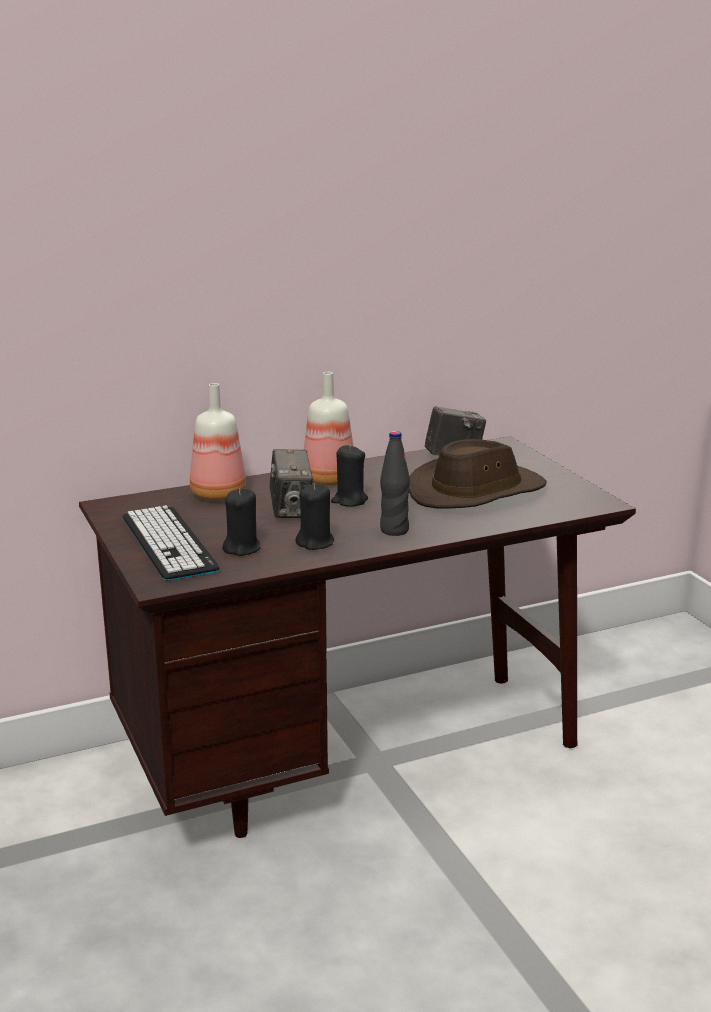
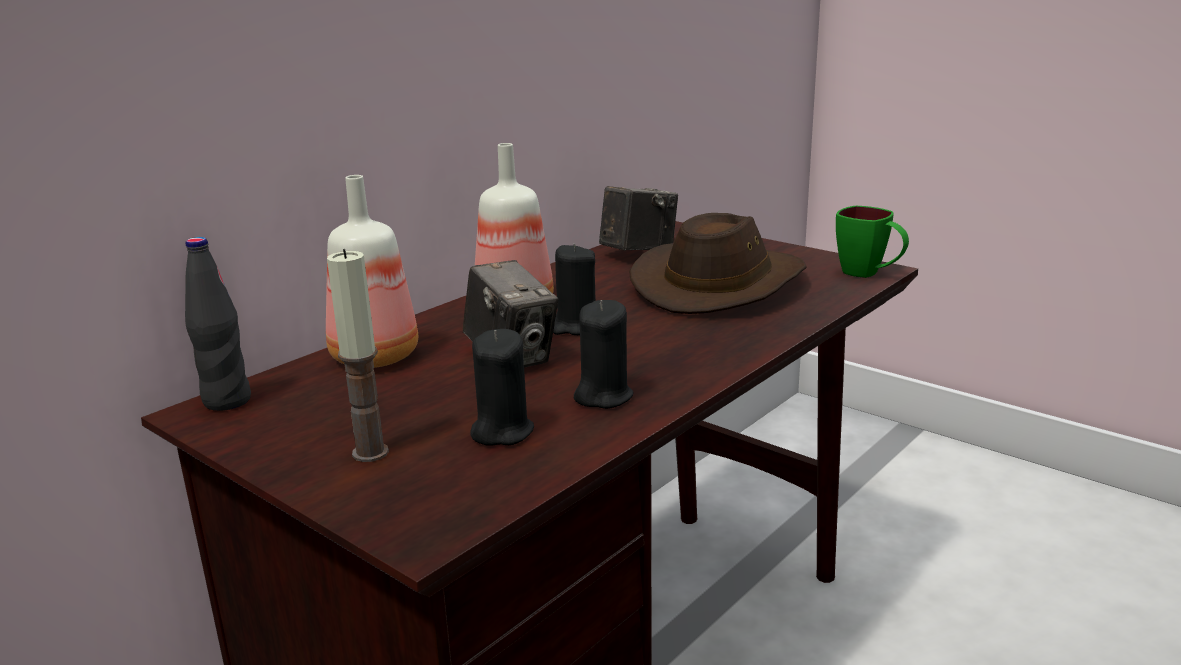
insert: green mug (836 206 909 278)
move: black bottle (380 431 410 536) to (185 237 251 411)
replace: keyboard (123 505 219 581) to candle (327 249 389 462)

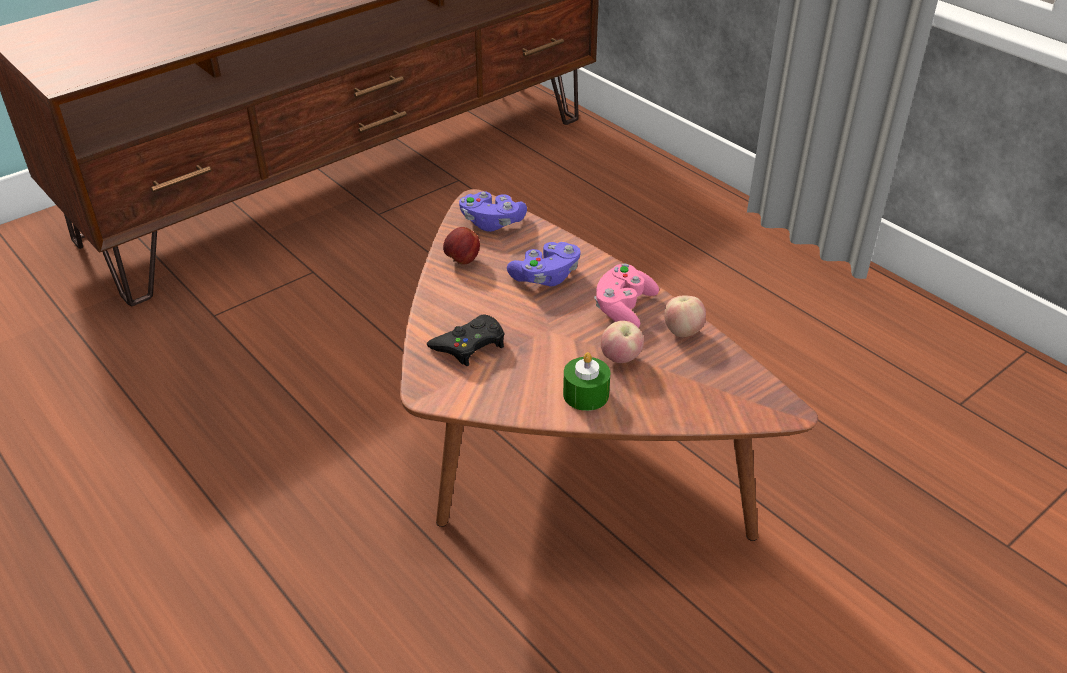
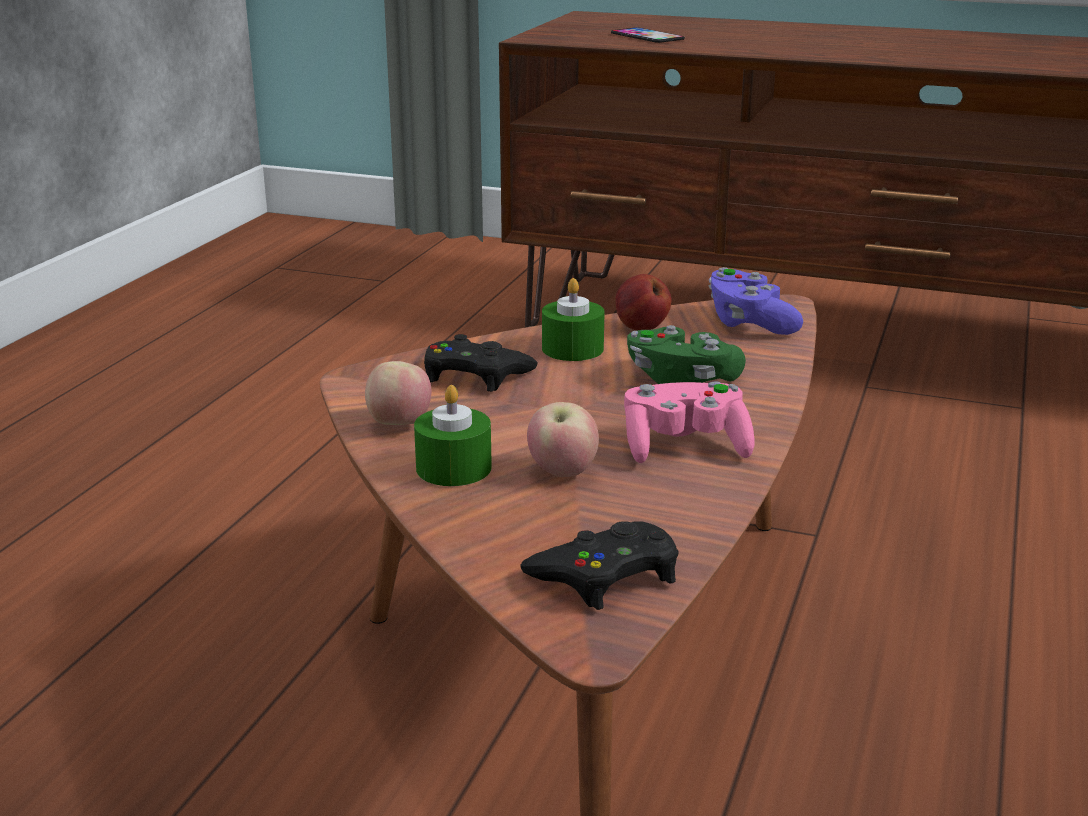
insert: phone (611 27 685 43); green candle (542 278 605 361); black game controller (520 521 678 610)
move: apple (664 295 706 337) to (365 361 431 425)
recolor: purple game controller (507 242 581 287) to green game controller (627 325 746 384)

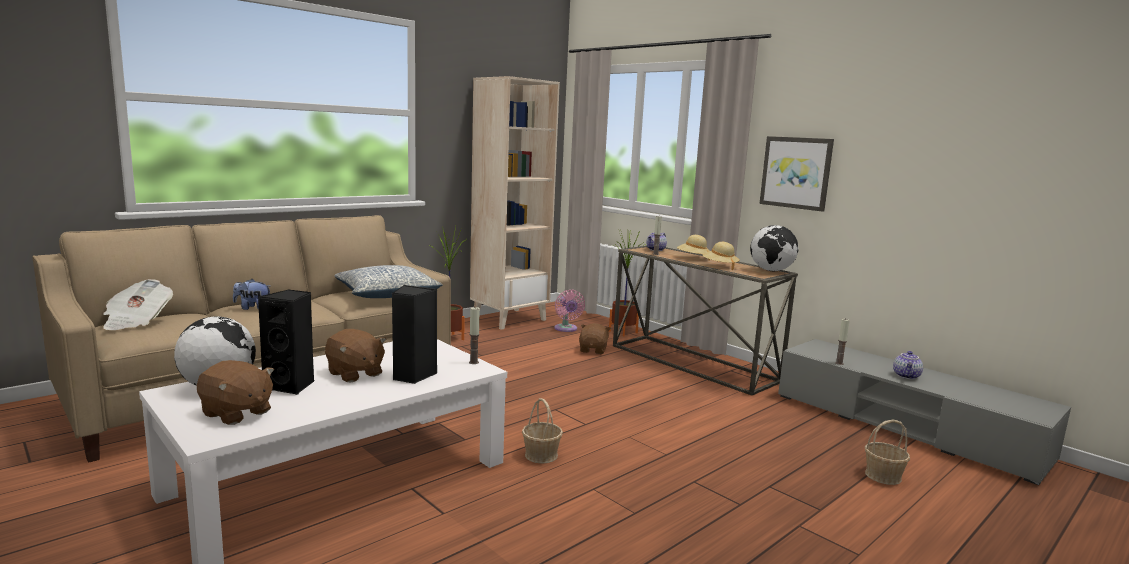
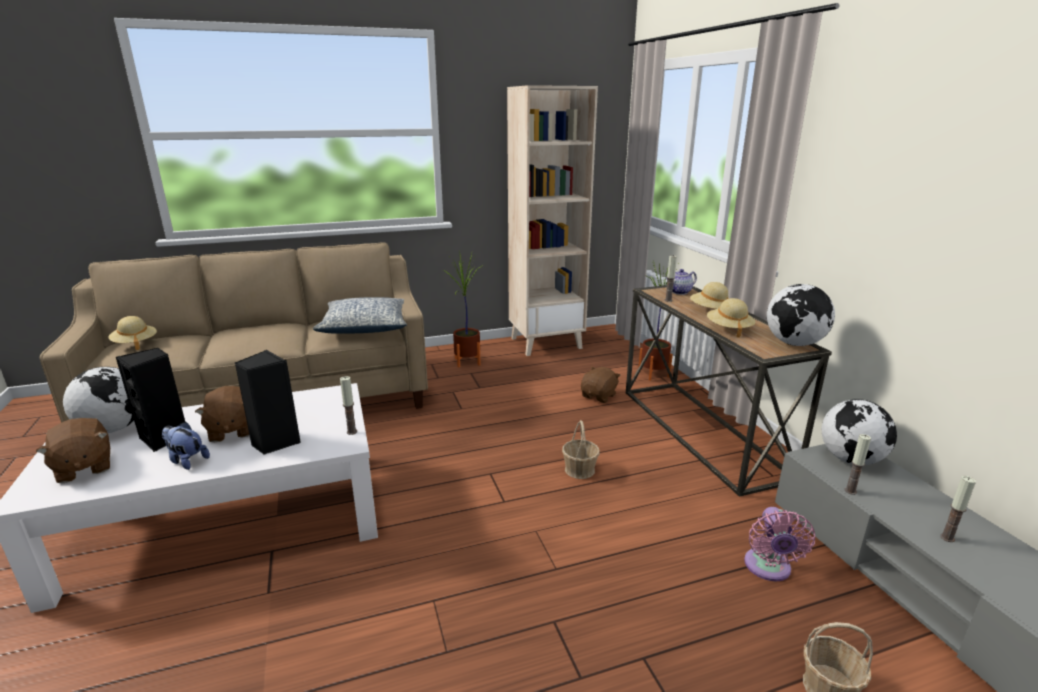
delete: picture (759 136 834 212)
insert: globe (821 399 897 465)
move: plush toy (233 279 270 310) to (162 422 210 470); pink fan (554 290 585 332) to (744 507 815 581); basket (522 398 563 464) to (562 420 600 479)
replace: newspaper (103 279 173 330) to beige hat (108 316 157 350); teapot (893 351 923 379) to candle (940 476 976 542)

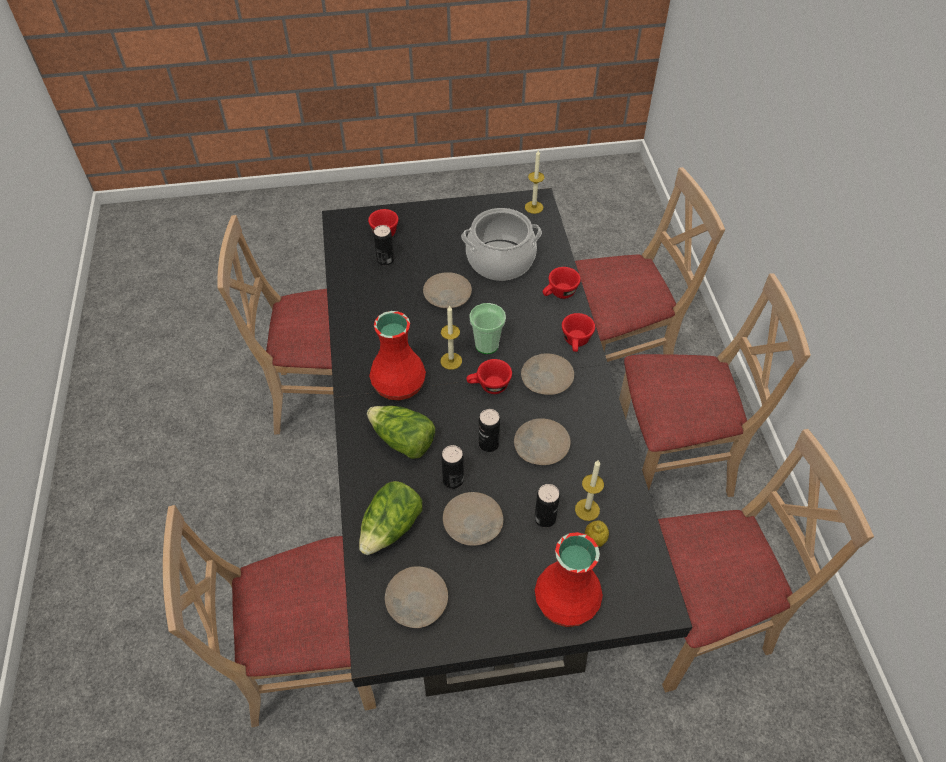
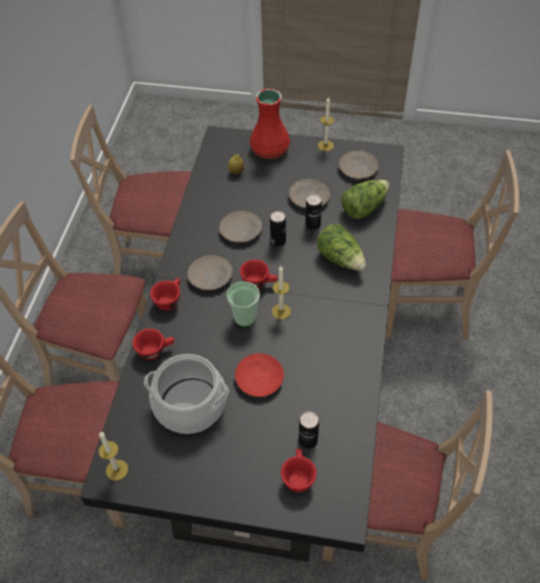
delete: red vase (369 311 426 400); can (534 484 560 528)
move: candle (575 460 604 521) to (318 96 334 151)
recolor: beige plate (423 272 472 308) to red plate (235 353 284 397)

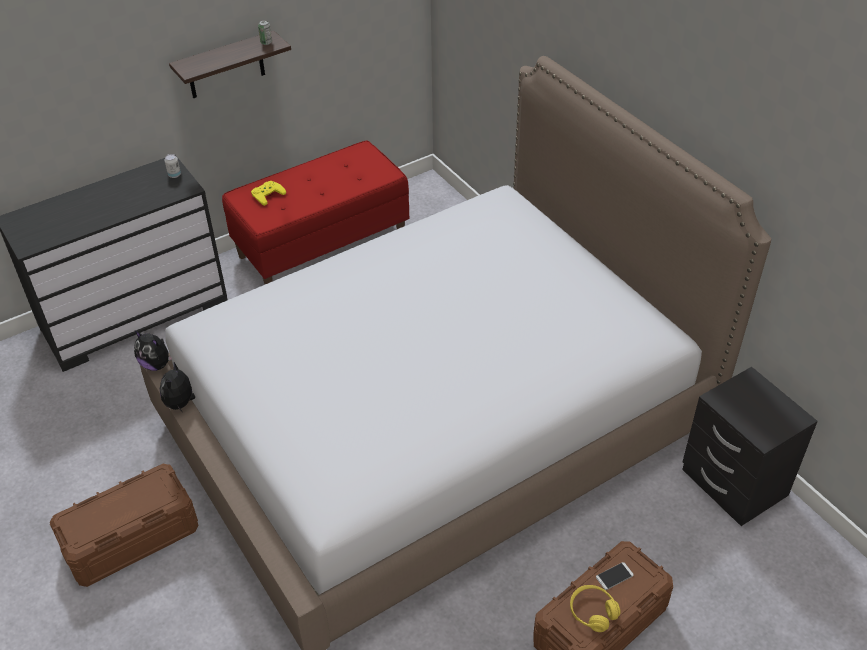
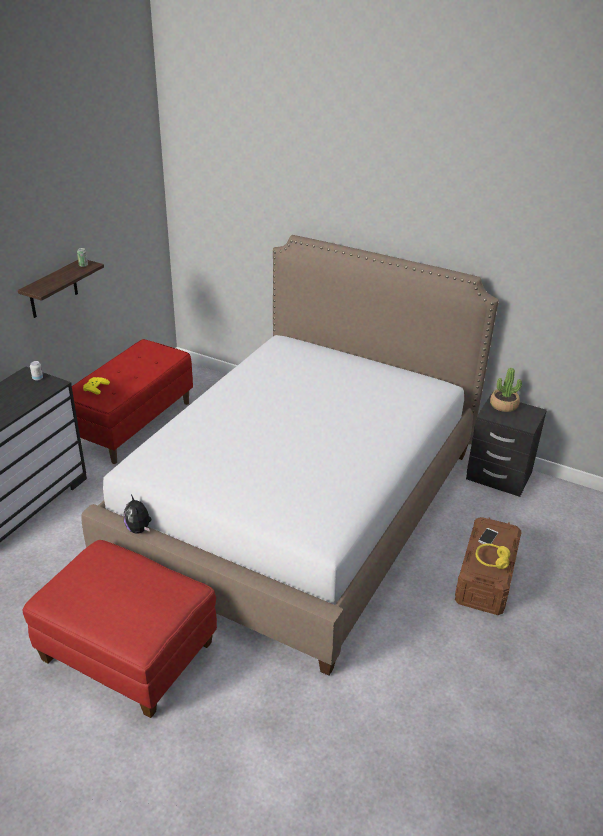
delete: plush toy (134 330 172 371)
insert: potted plant (490 368 522 412)
replace: brown storage box (50 464 198 587) to red ottoman (23 540 217 718)

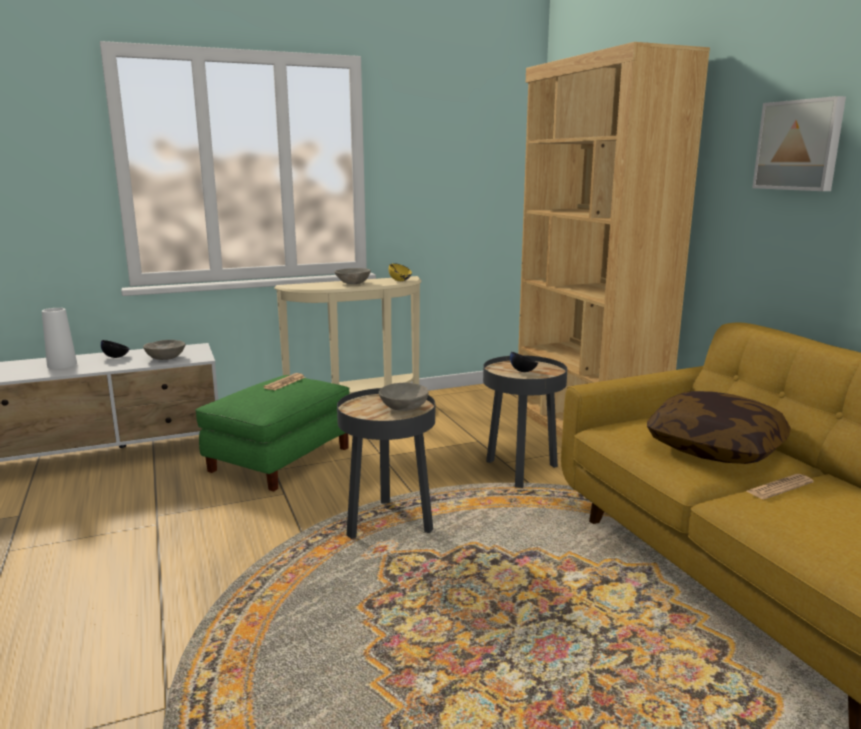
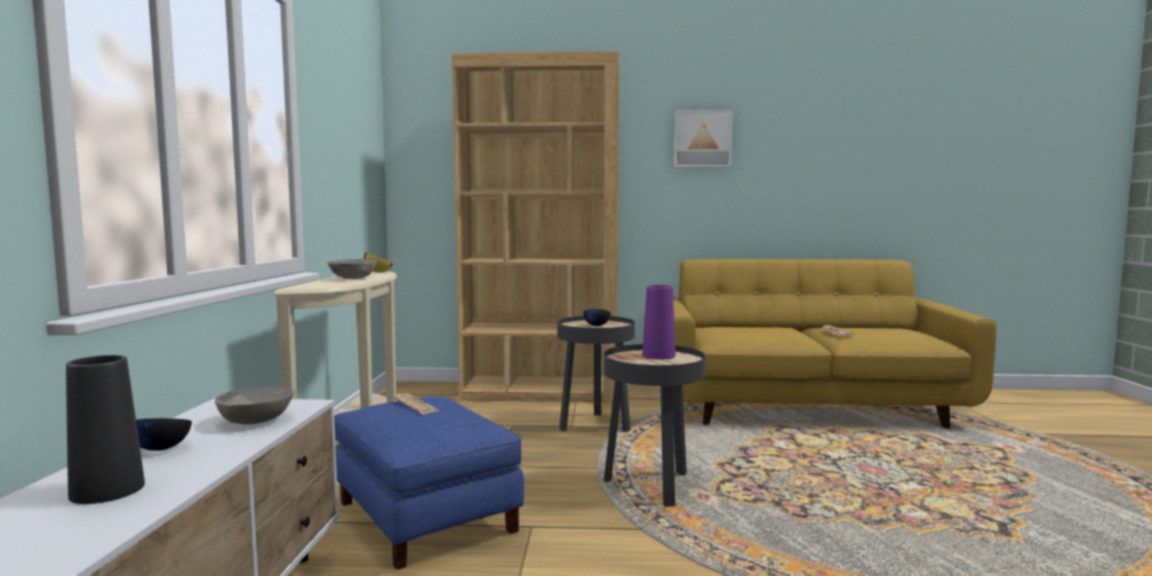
delete: pillow (647 391 791 464)
replace: grey bowl (379 383 429 411) to purple vase (642 285 675 359)
recolor: white vase (42 308 77 369) to black vase (66 355 145 504); green ottoman (195 375 349 491) to blue ottoman (334 396 524 570)

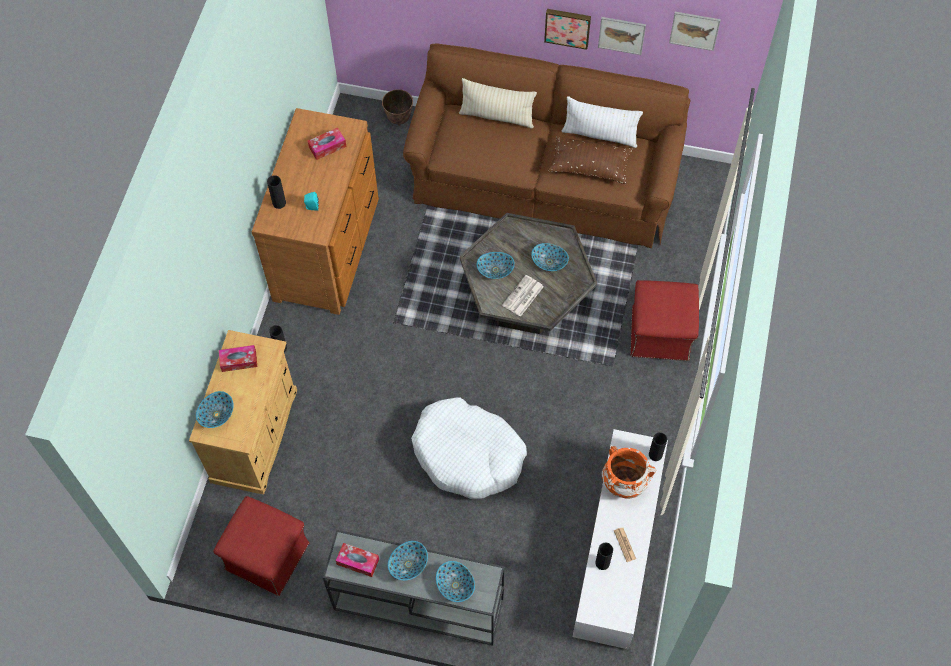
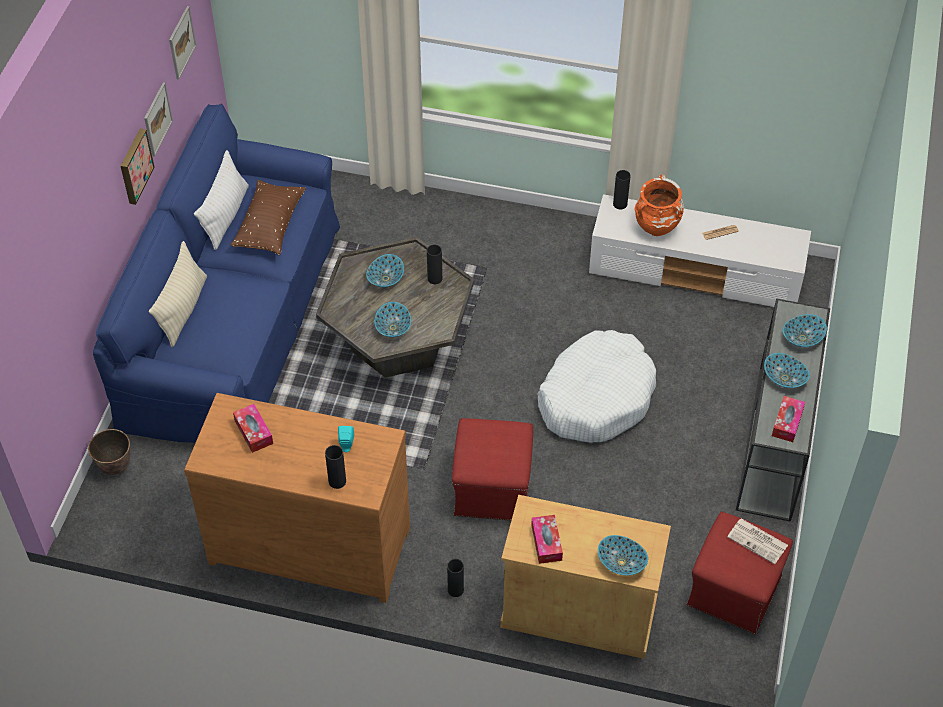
move: newspaper (502 275 544 317) to (727 518 788 564); red ottoman (630 280 699 361) to (452 418 533 521); black vase (596 543 613 570) to (427 245 442 284)
recolor: brown sofa (403 44 691 248) to blue sofa (93 104 340 443)

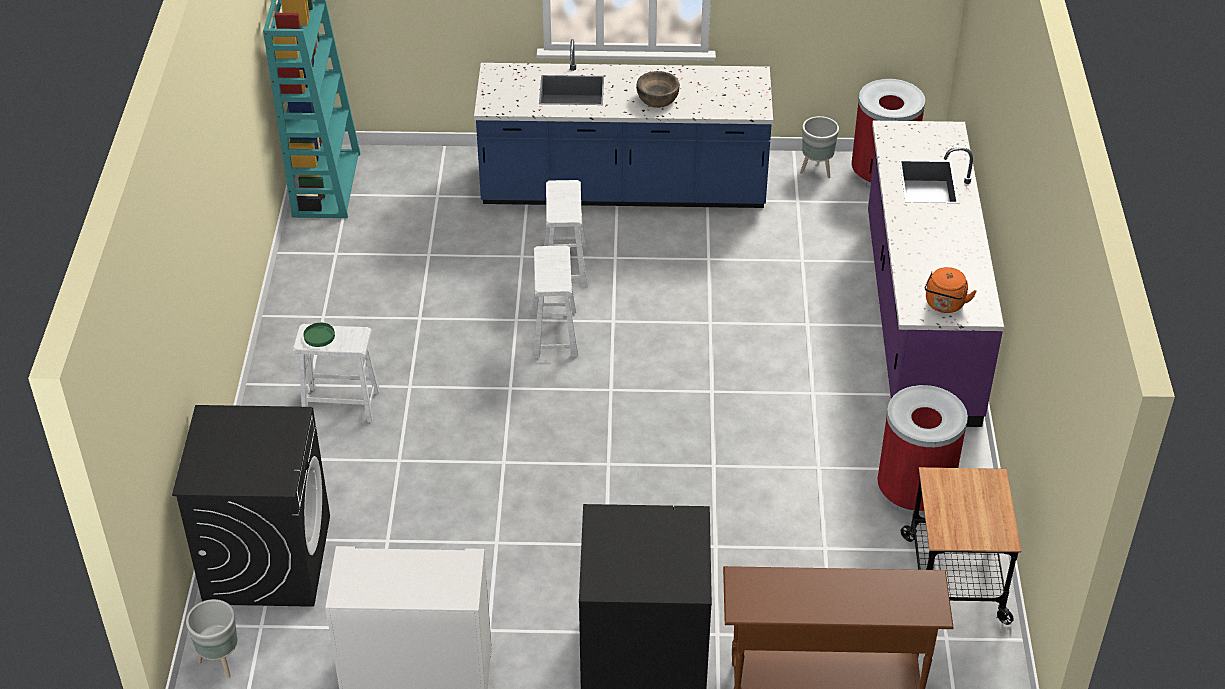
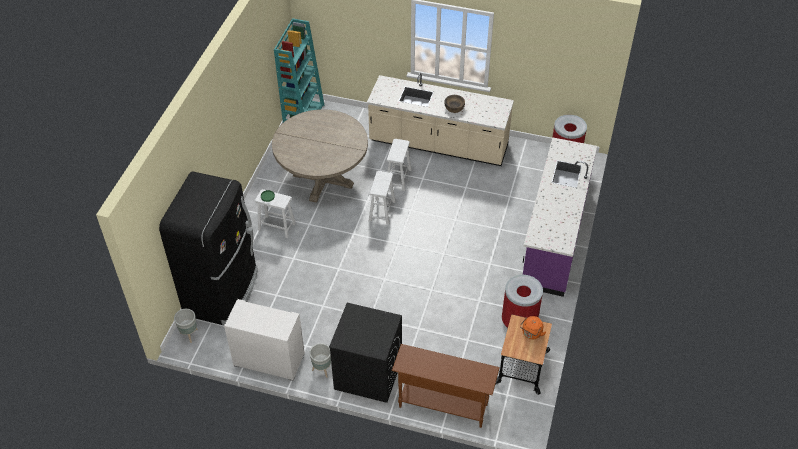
insert: beige dining table (272 109 368 203)
move: grey planter (800 116 839 178) to (309 343 331 378); orange kettle (925 267 977 313) to (520 316 546 339)
replace: black washing machine (172 405 330 607) to black fridge (159 172 258 325)
recolor: blue counter (474 39 773 208) to beige counter (367 73 514 166)

